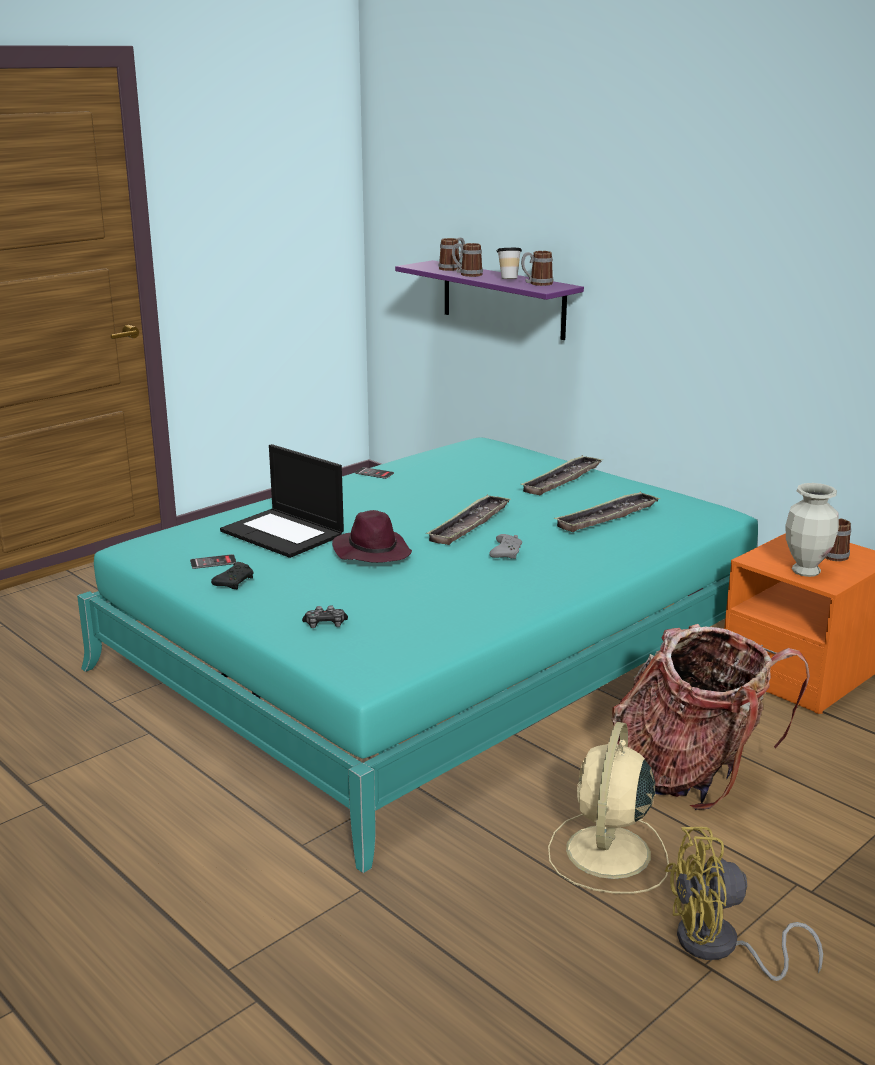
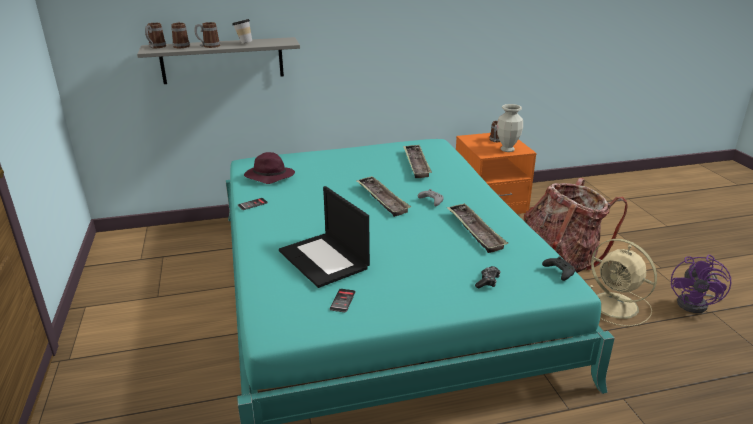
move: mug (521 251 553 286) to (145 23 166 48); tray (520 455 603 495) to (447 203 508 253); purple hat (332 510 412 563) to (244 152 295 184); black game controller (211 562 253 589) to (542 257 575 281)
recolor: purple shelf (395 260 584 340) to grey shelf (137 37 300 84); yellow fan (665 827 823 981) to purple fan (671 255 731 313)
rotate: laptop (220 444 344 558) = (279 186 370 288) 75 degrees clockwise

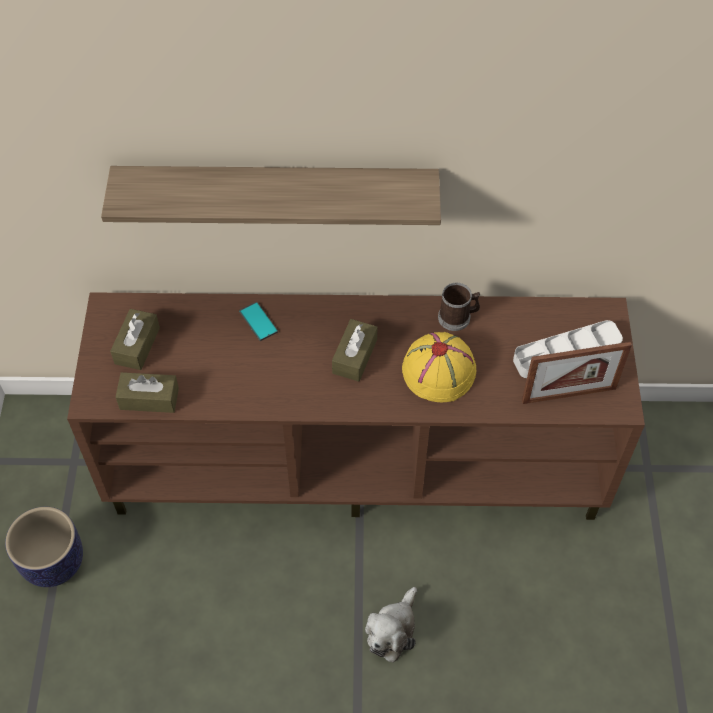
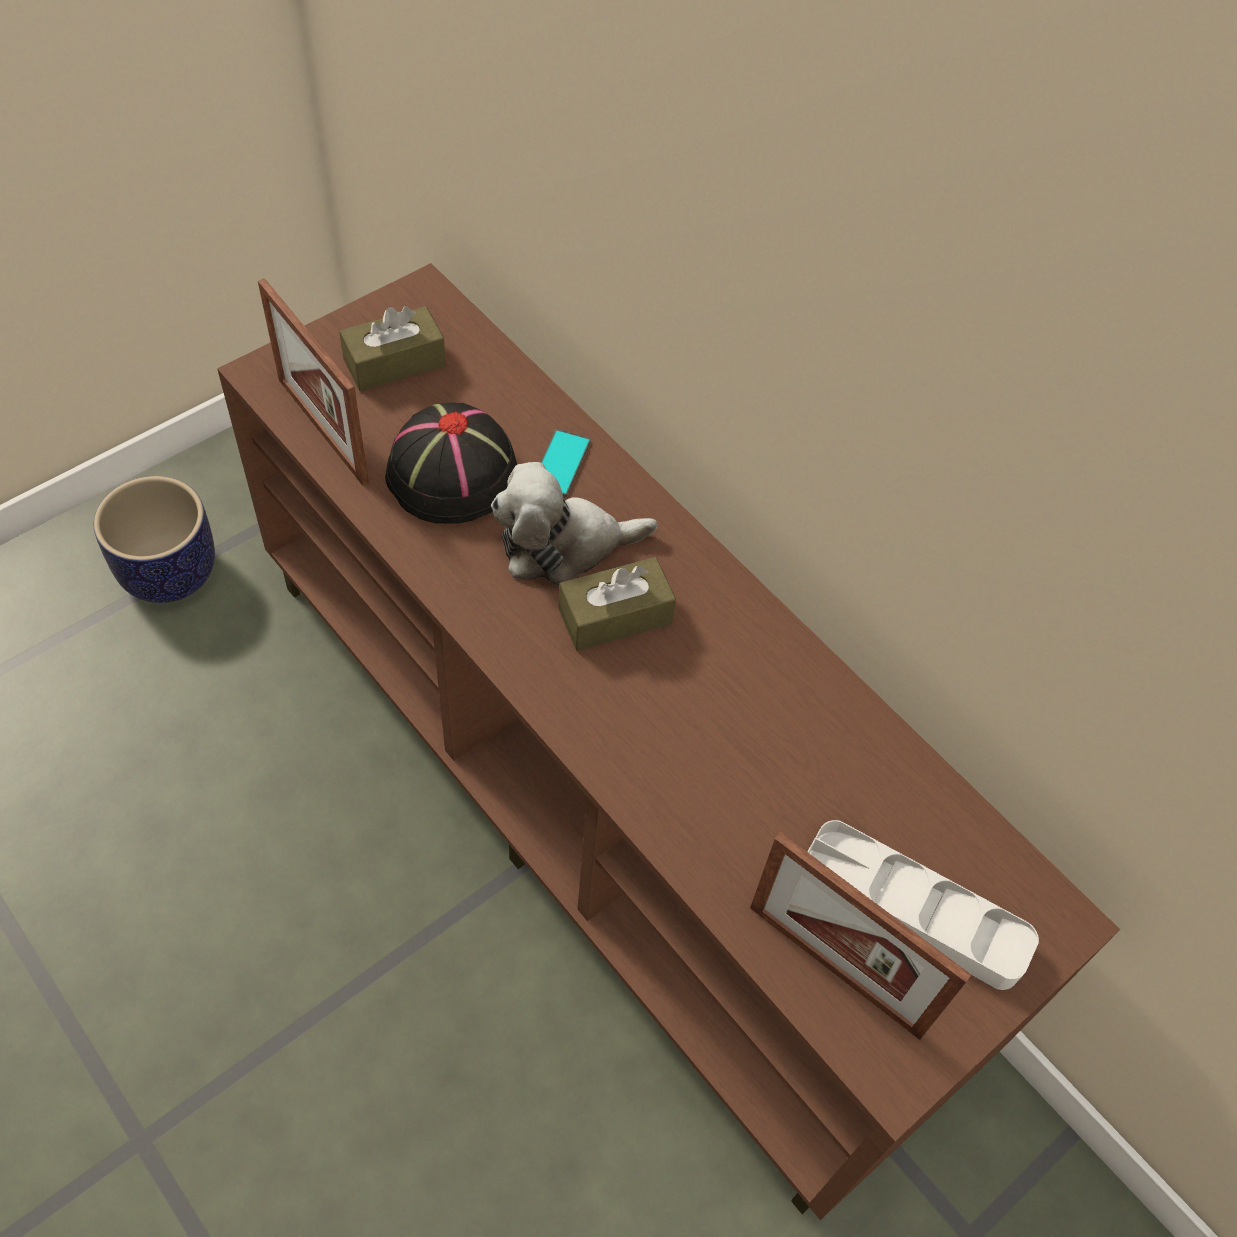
delete: shelf (101 166 441 225); mug (438 283 480 331); yellow hat (402 332 476 402)
insert: black hat (385 402 517 524)
move: plush toy (365 587 417 663) to (491 462 658 585)
replace: brown tissue box (116 372 179 413) to picture frame (258 278 369 485)

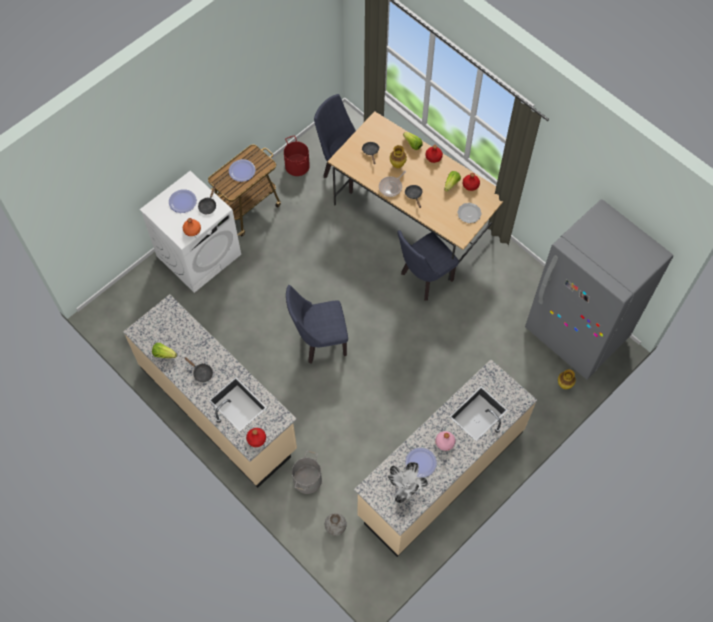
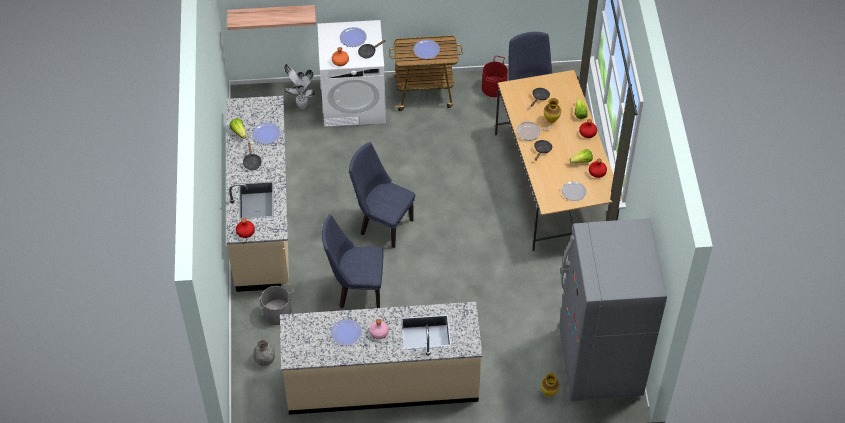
insert: shelf (227 5 316 30); plate (252 123 281 144)
move: blue chair (397 230 459 301) to (322 214 384 309); potted plant (388 462 428 503) to (284 64 315 109)

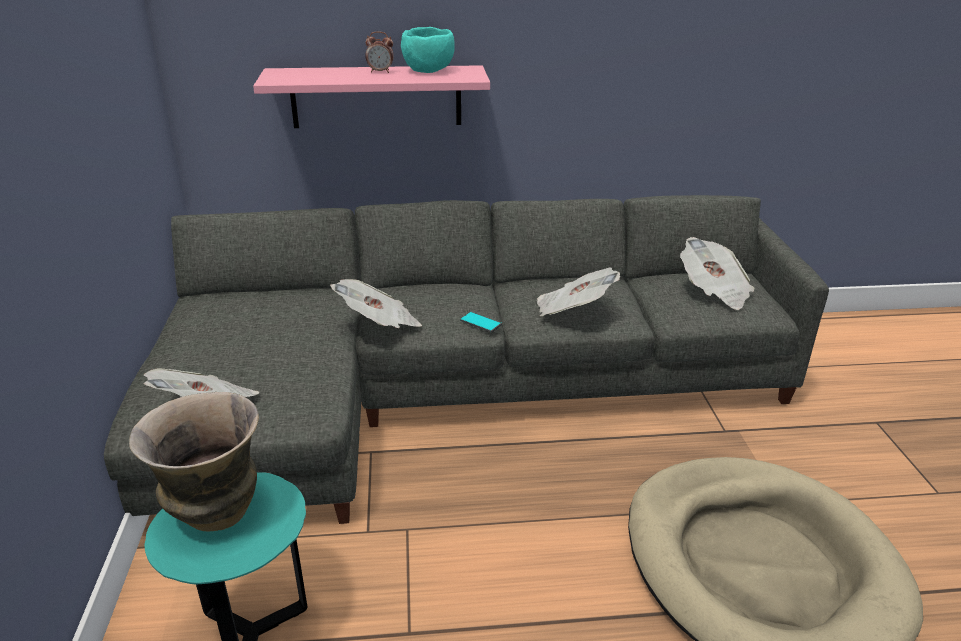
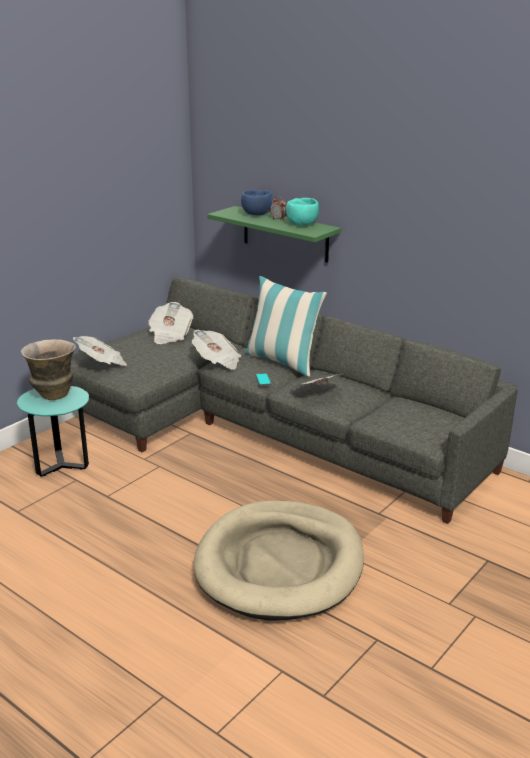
insert: blue bowl (241 190 273 216); pillow (244 276 327 377)
move: newspaper (680 237 755 310) to (148 302 194 344)
recolor: pink shelf (253 65 490 128) to green shelf (207 206 341 263)

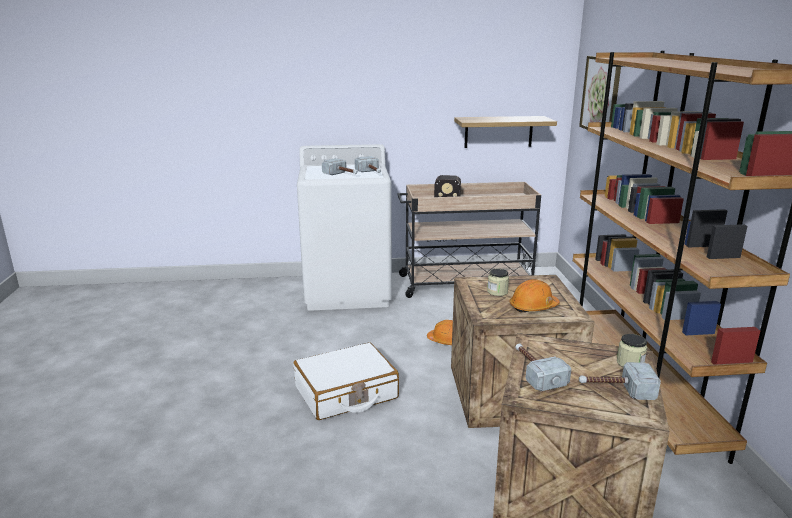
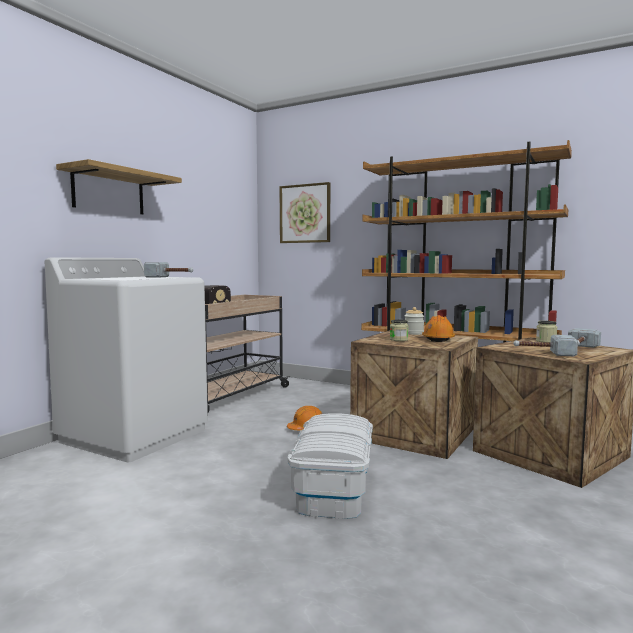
delete: hammer (322 158 358 175)
insert: jar (405 307 424 335)
move: shelf (454 116 557 148) to (56 159 182 214)
replace: white suitcase (293 342 399 420) to white storage box (287 413 373 519)

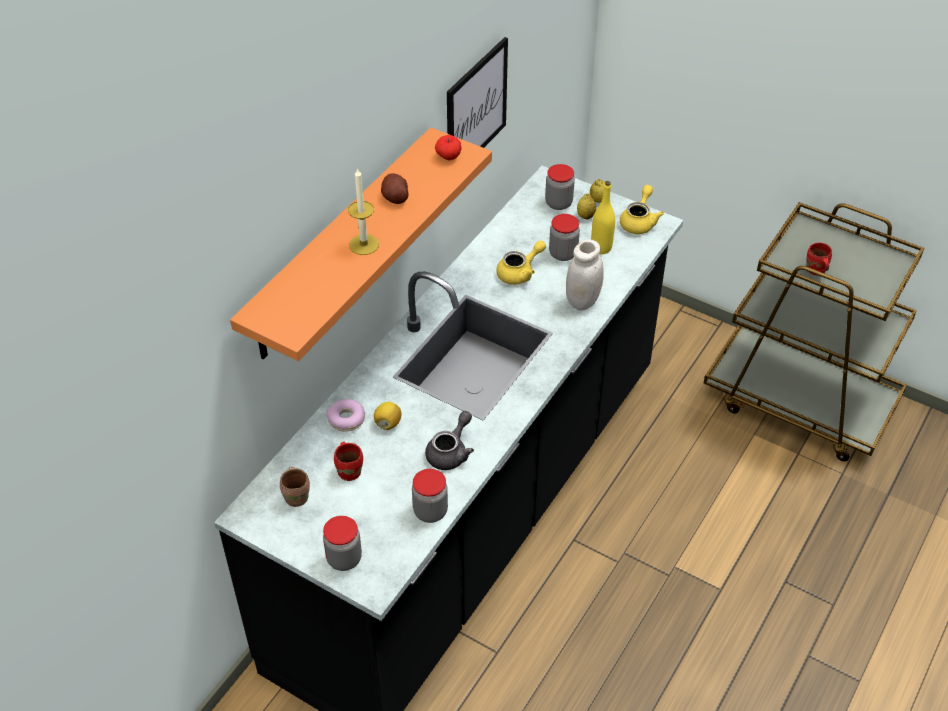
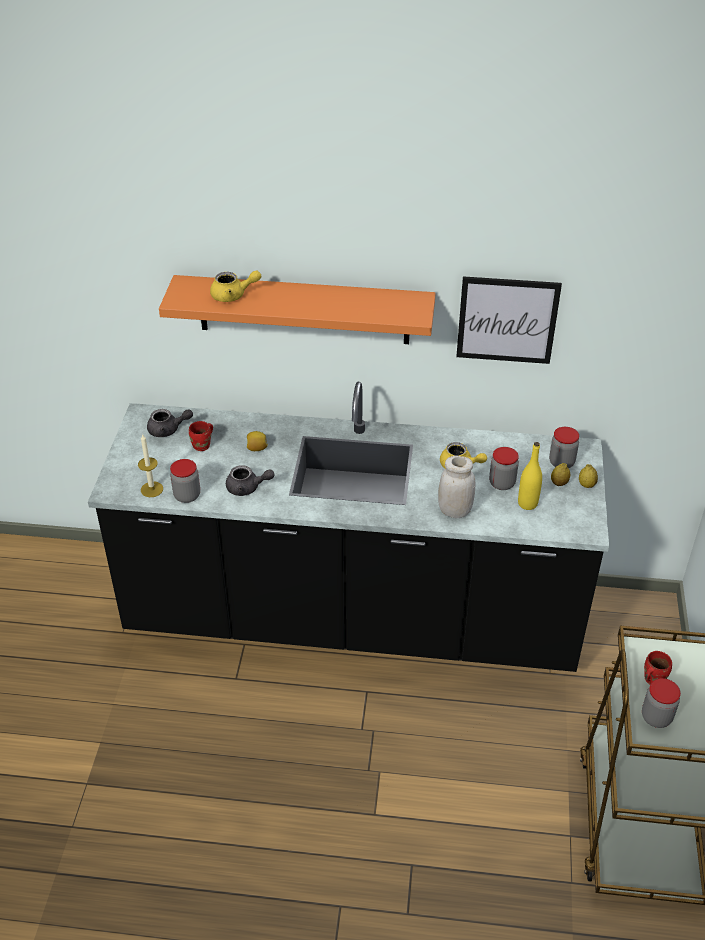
delete: apple (435 135 461 160); potato (381 173 409 204); donut (326 399 366 432)
move: candle (348 168 379 255) to (138 434 163 497); yellow teapot (620 185 664 234) to (210 270 261 302); jar (323 516 362 571) to (642 678 681 728)
replace: brown mug (280 467 310 507) to grey teapot (147 409 193 437)

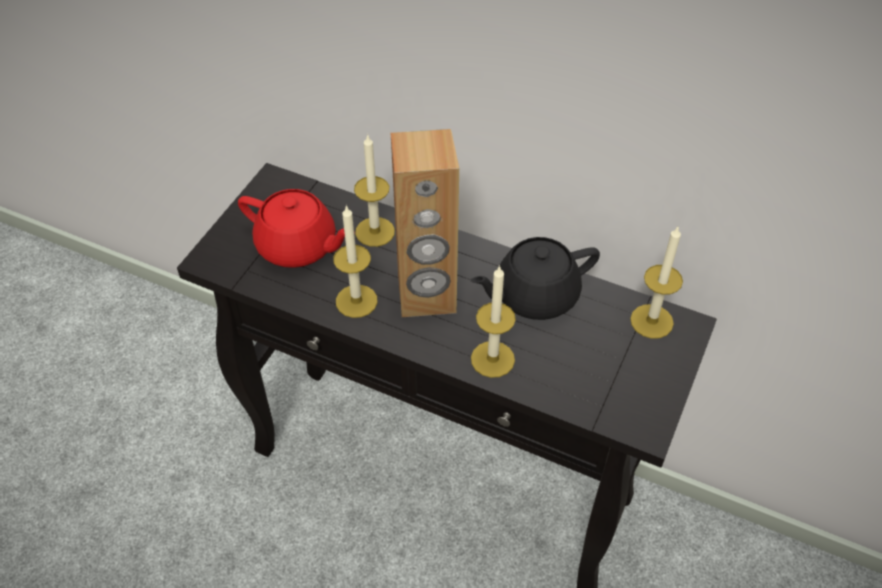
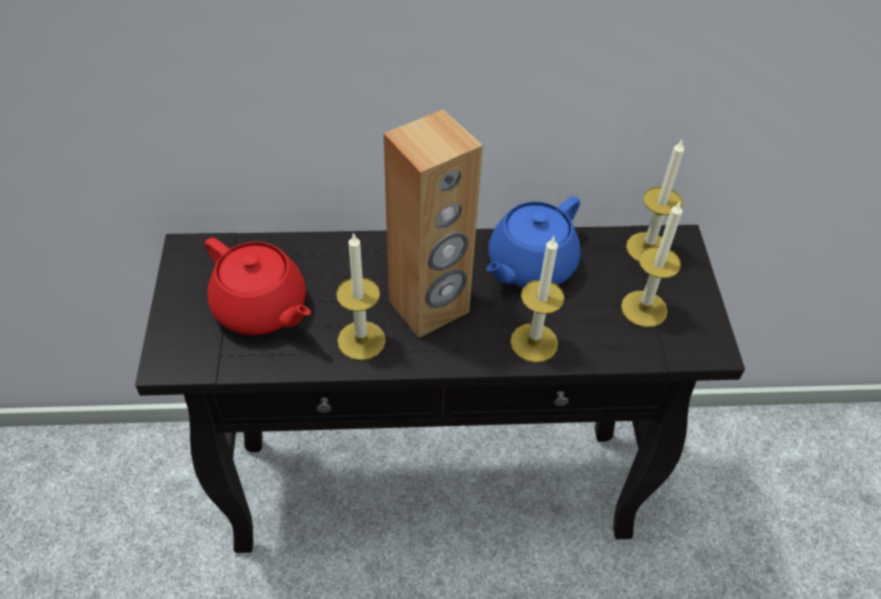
move: candle (354 134 395 247) to (621 202 683 327)
recolor: black teapot (471 237 600 320) to blue teapot (486 196 581 288)
rotate: red teapot (238 189 345 268) = (205 237 311 335) 45 degrees clockwise

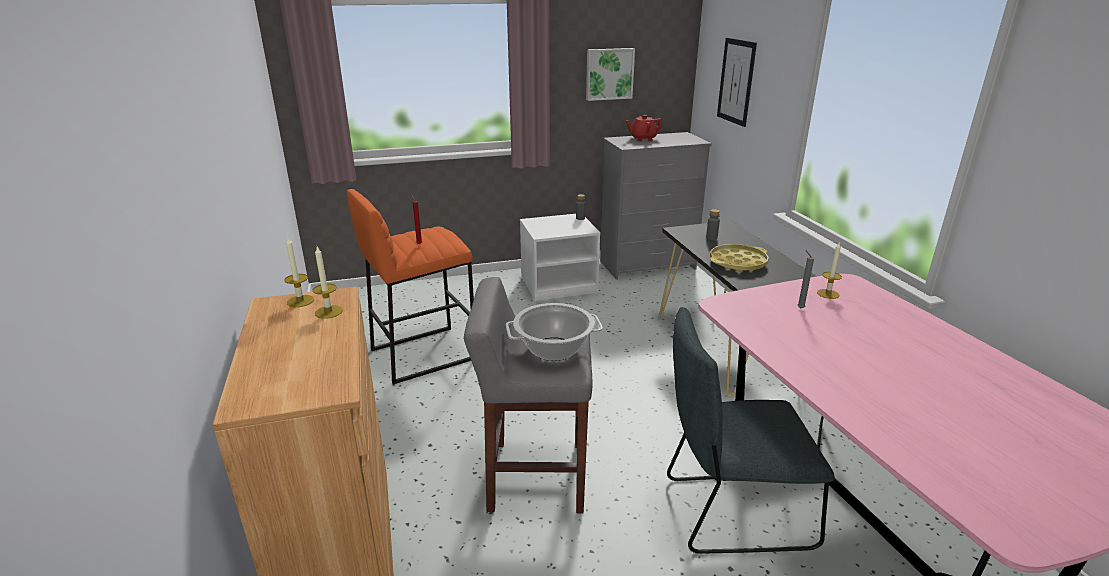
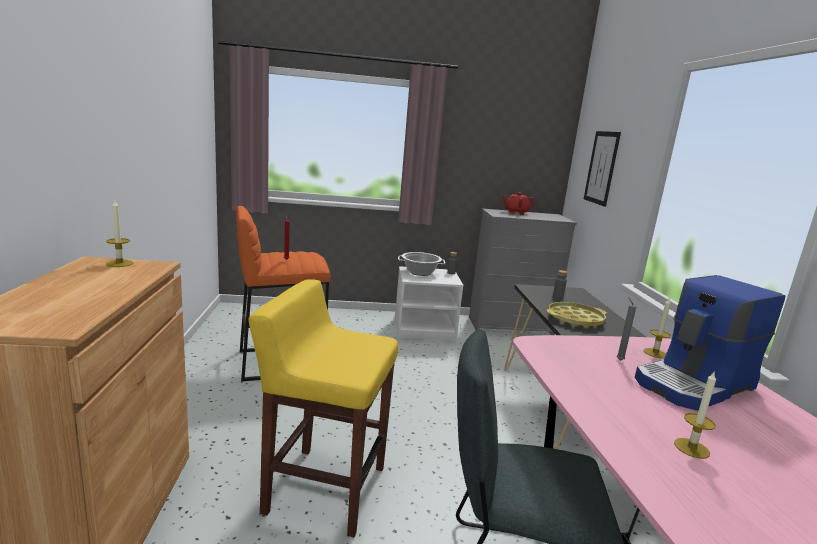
delete: picture (586 48 635 101)
insert: coffee machine (635 275 785 411)
move: candle (313 247 343 319) to (674 372 716 459); cooking pot (506 303 603 361) to (398 252 445 276)
recolor: grey stool (464 277 593 513) to yellow stool (249 279 398 537)

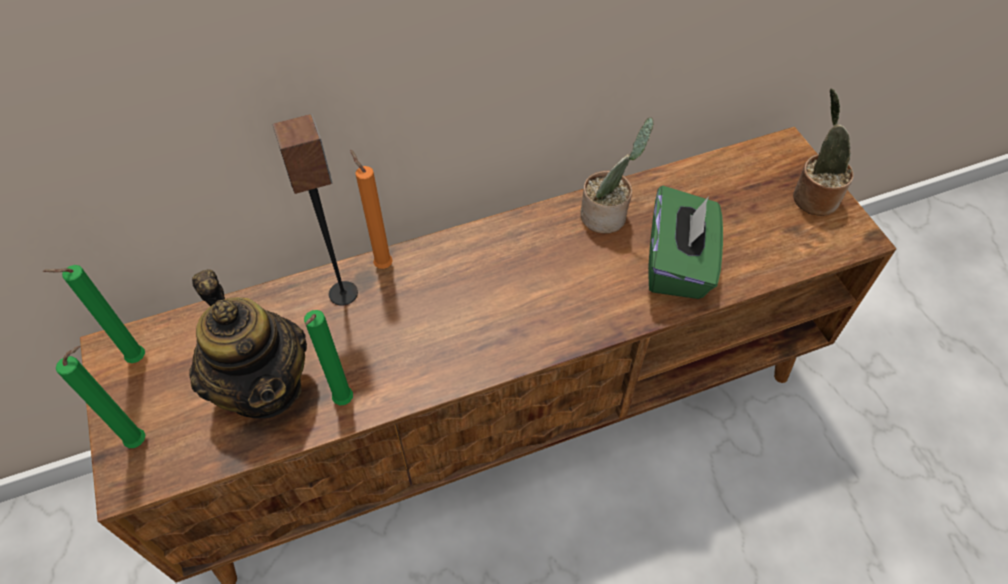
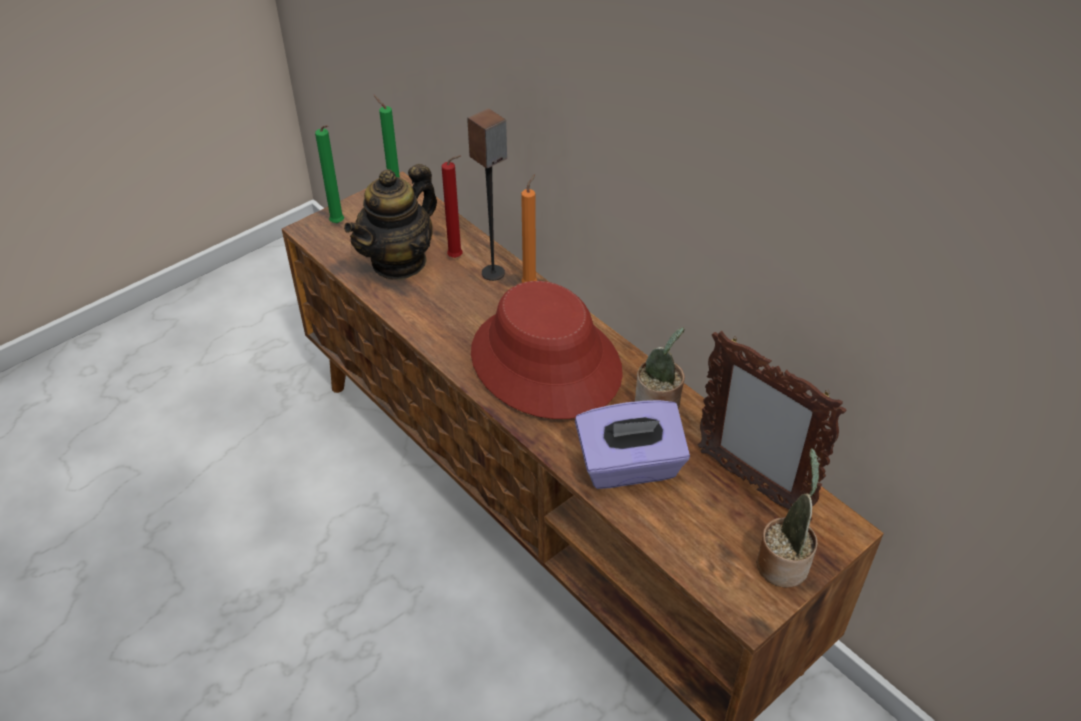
delete: green candle (304 310 353 405)
insert: red candle (442 155 463 258); red hat (471 281 623 419); picture frame (697 331 847 521)
recolor: green tissue box (648 186 723 299) to purple tissue box (575 400 690 489)

